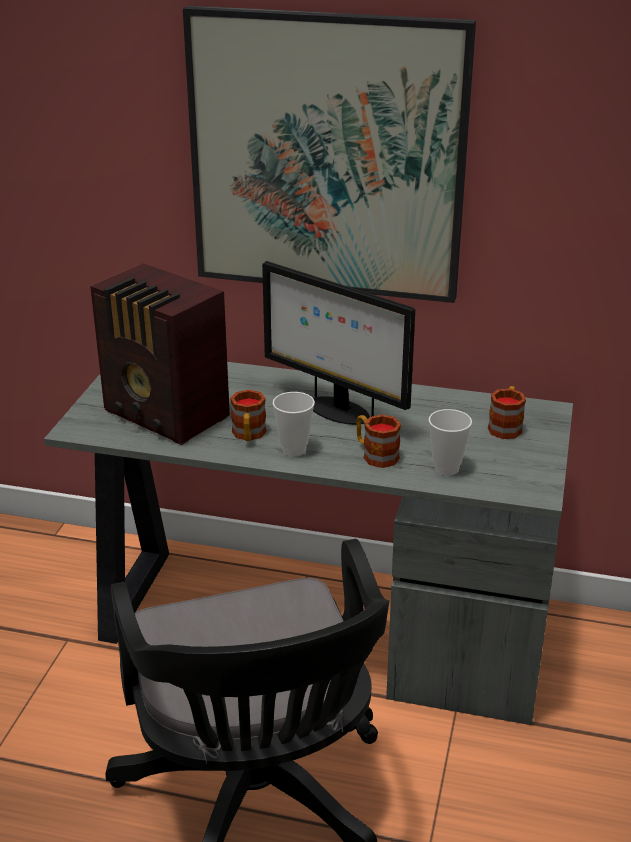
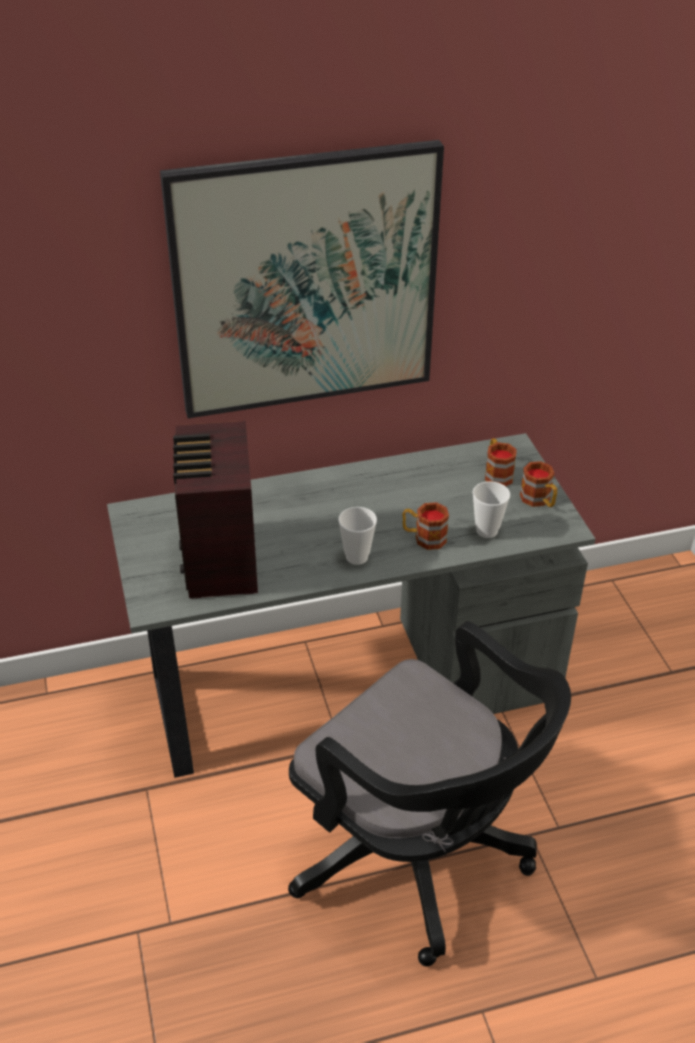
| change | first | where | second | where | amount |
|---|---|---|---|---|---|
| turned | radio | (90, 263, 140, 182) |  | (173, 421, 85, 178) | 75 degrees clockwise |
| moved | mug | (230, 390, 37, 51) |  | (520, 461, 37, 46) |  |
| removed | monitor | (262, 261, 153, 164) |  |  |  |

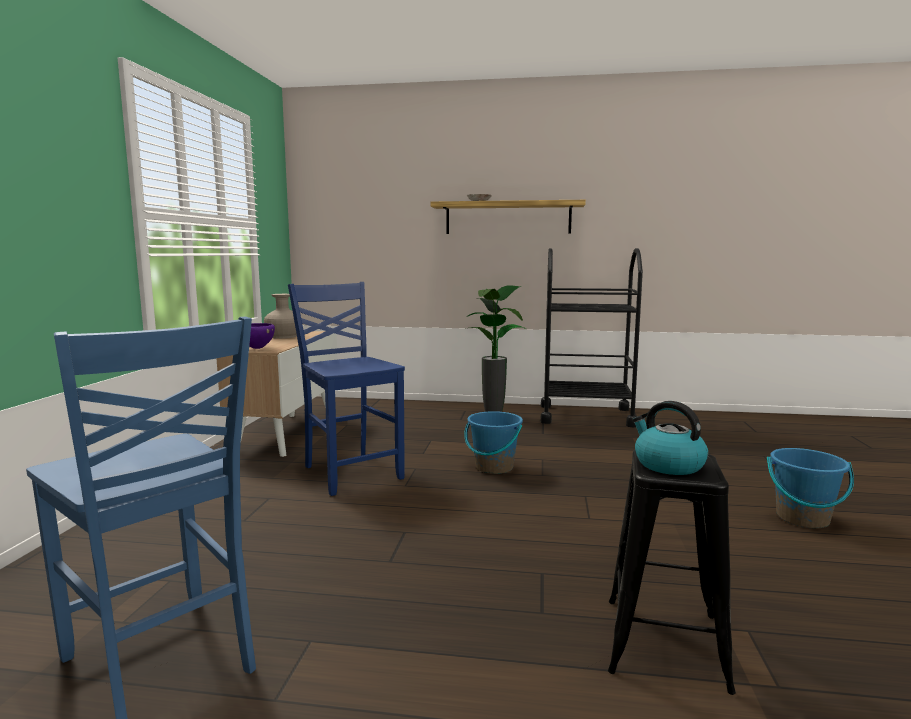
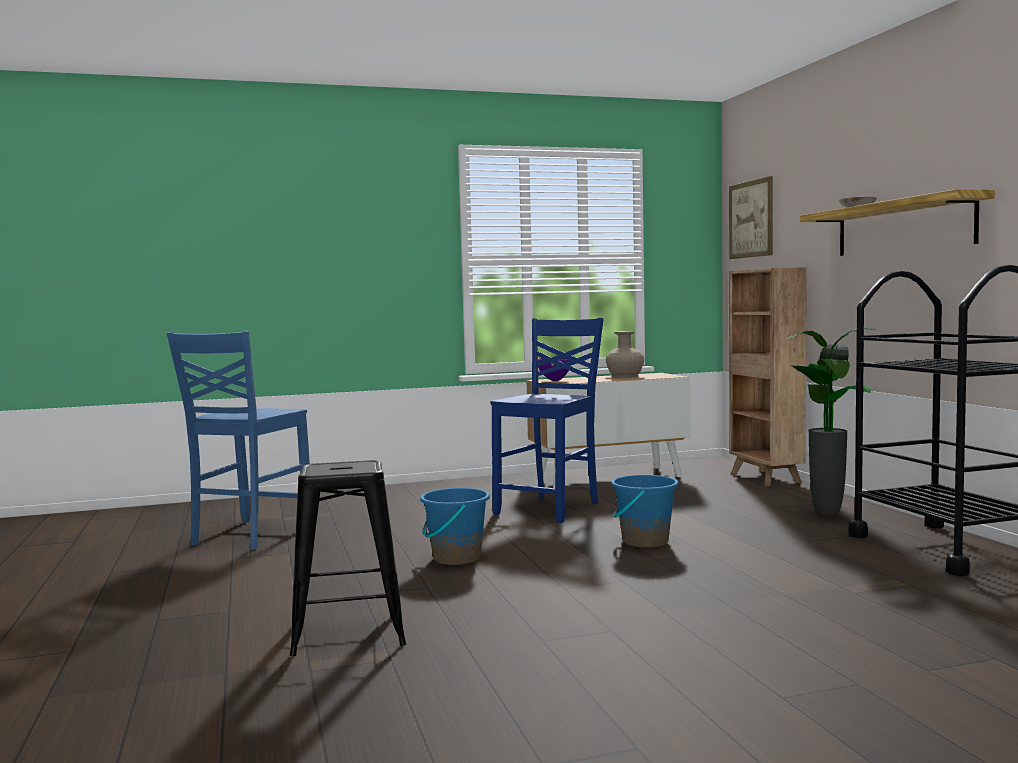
| change | first | where | second | where | amount |
|---|---|---|---|---|---|
| moved | blue bucket | (767, 448, 87, 81) |  | (420, 488, 70, 77) |  |
| added |  |  | picture | (729, 176, 44, 83) |  |
| added |  |  | brown bookcase | (729, 267, 78, 220) |  |
| removed | kettle | (632, 401, 76, 74) |  |  |  |

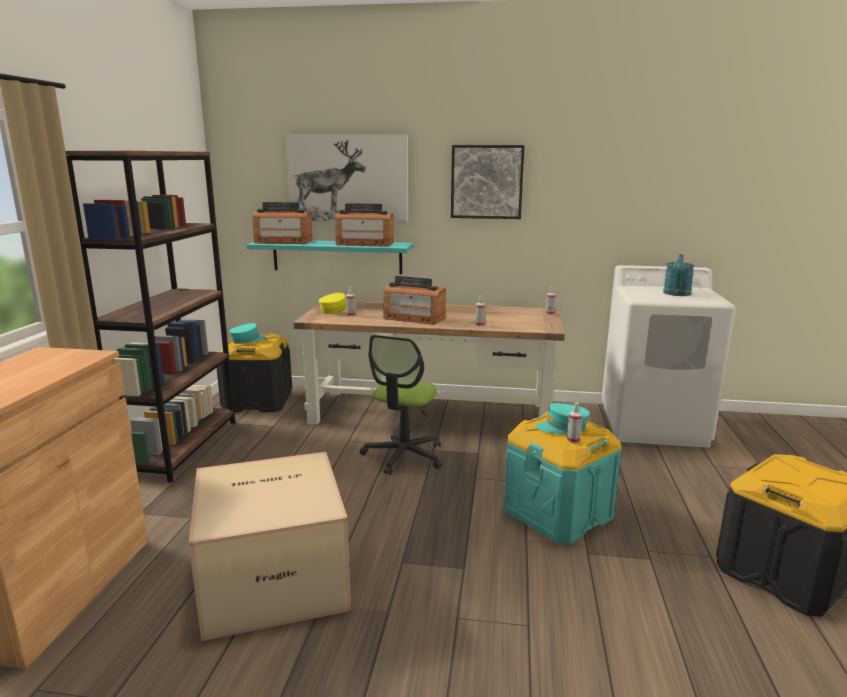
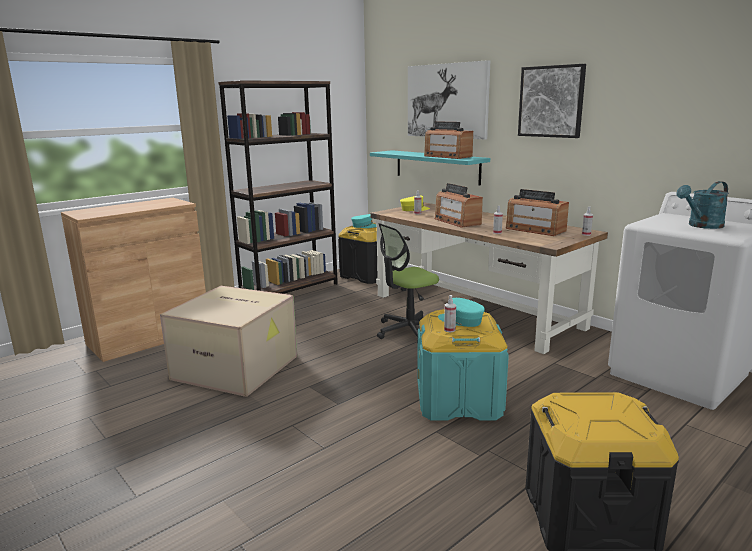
| change | first | where | second | where | amount |
|---|---|---|---|---|---|
| moved | radio | (252, 202, 60, 42) |  | (506, 189, 63, 47) |  |

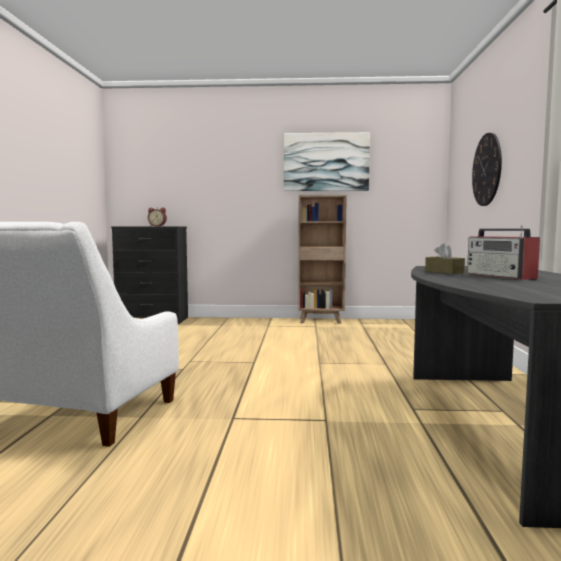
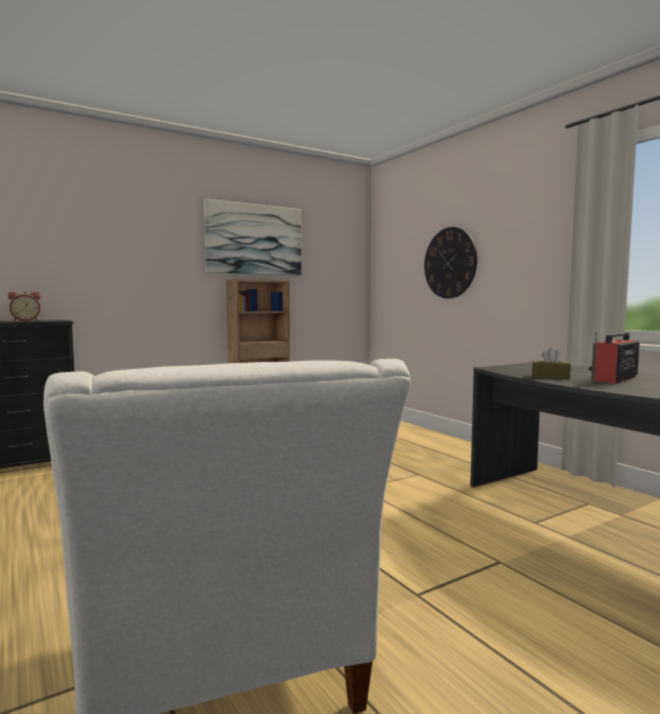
| change | first | where | second | where | amount |
|---|---|---|---|---|---|
| turned | radio | (467, 225, 73, 55) |  | (588, 332, 52, 51) | 105 degrees clockwise |

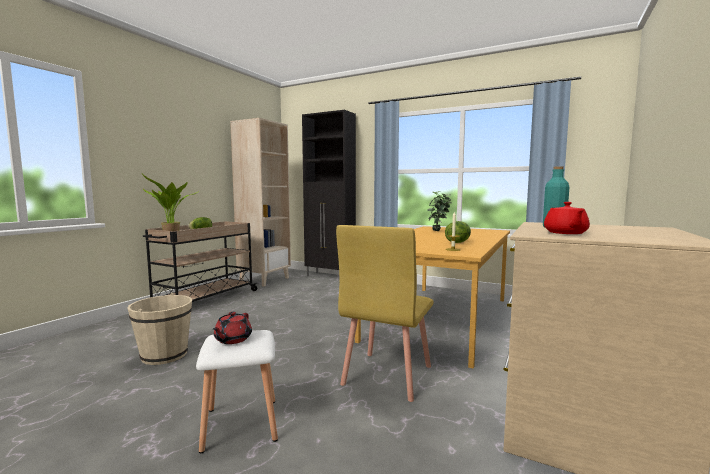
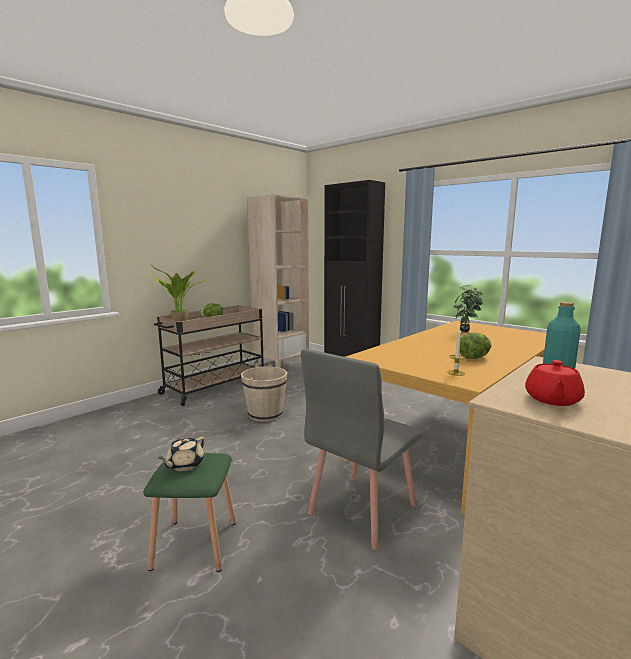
| change | first | where | second | where | amount |
|---|---|---|---|---|---|
| recoloured | white stool | (196, 330, 82, 123) | green stool | (143, 453, 93, 119) |  |
| recoloured | red teapot | (213, 312, 39, 32) | beige teapot | (158, 437, 47, 34) |  |
| moved | beige bucket | (127, 293, 65, 72) |  | (241, 365, 46, 57) |  |
| recoloured | yellow chair | (336, 225, 98, 177) | grey chair | (301, 349, 122, 201) |  |

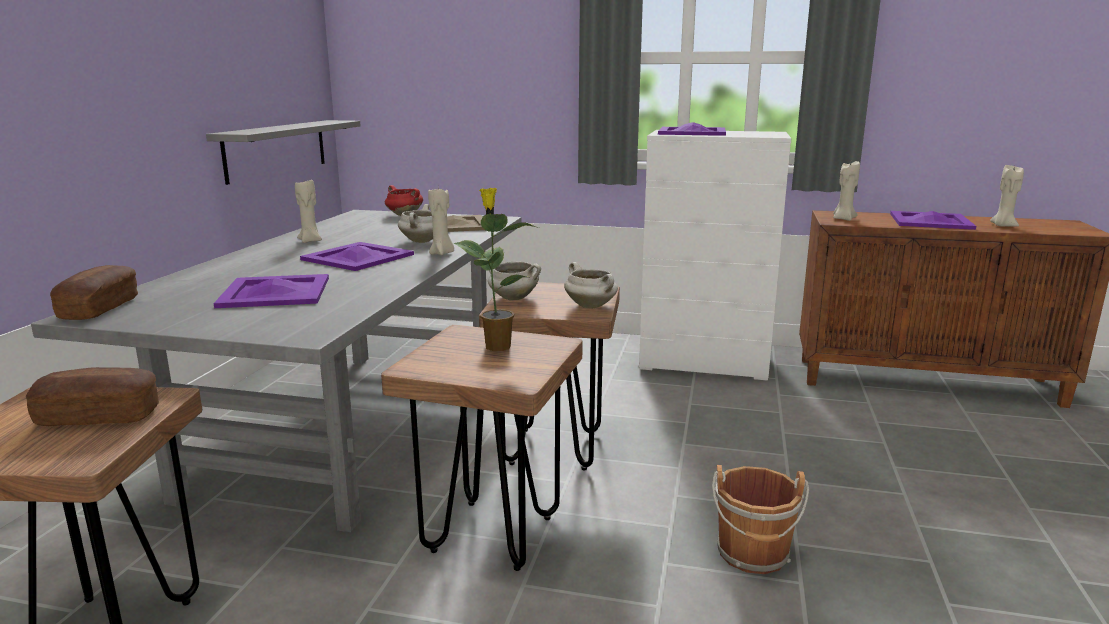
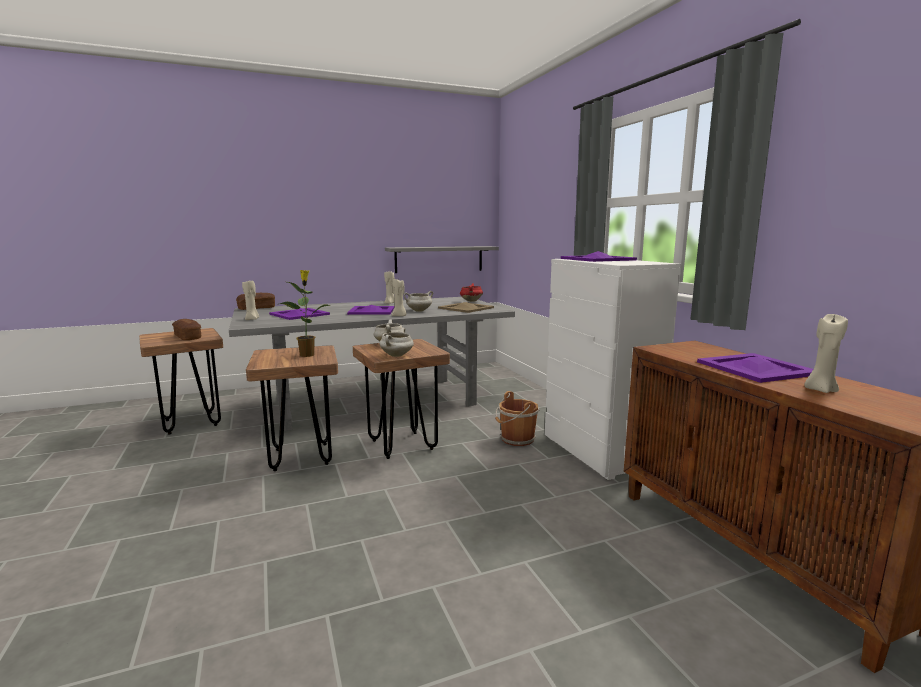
| change | first | where | second | where | amount |
|---|---|---|---|---|---|
| moved | beige candle | (833, 161, 27, 60) |  | (242, 281, 17, 39) |  |
| moved | brown bucket | (712, 465, 97, 109) |  | (495, 391, 45, 55) |  |

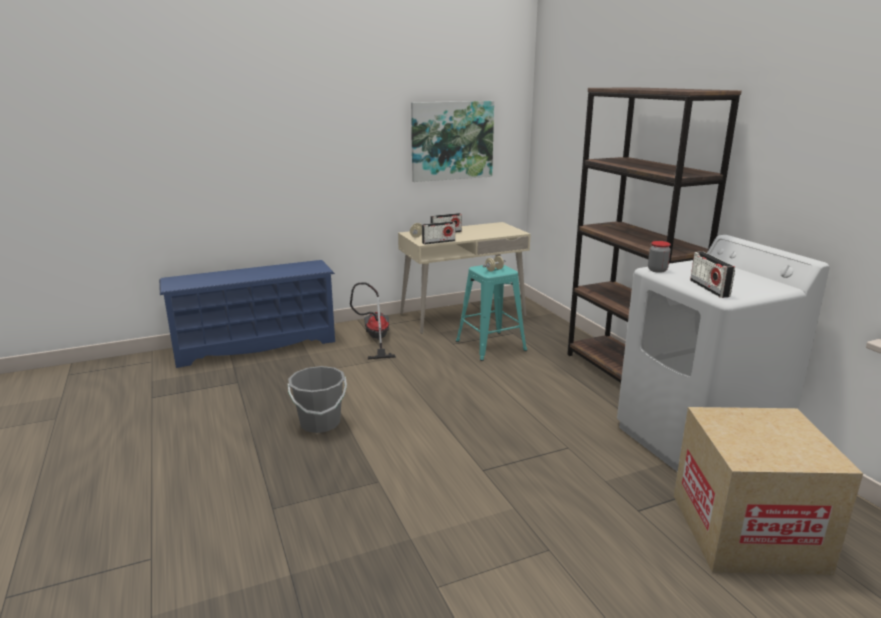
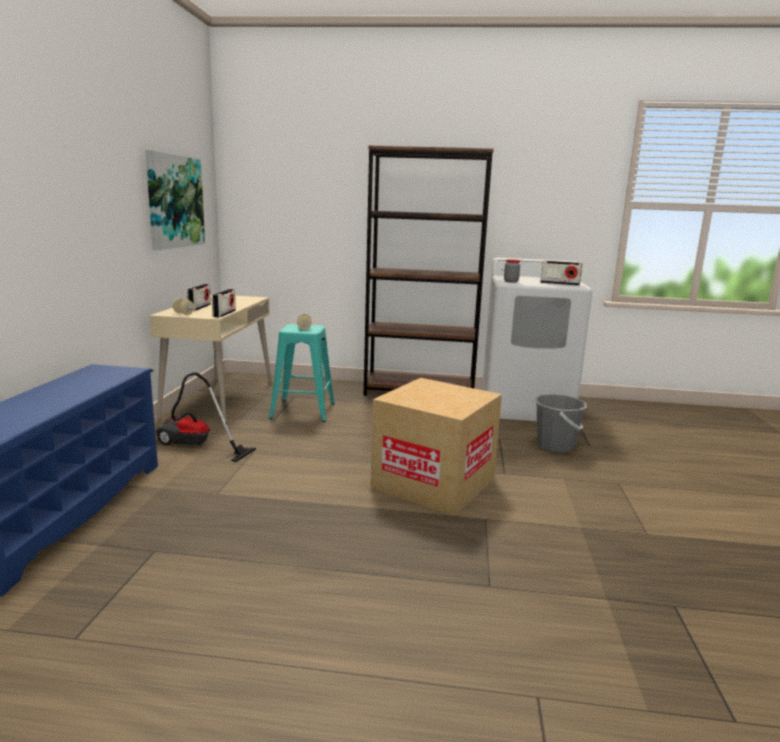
| change | first | where | second | where | amount |
|---|---|---|---|---|---|
| moved | cardboard box | (674, 407, 189, 168) |  | (370, 378, 132, 138) |  |
| moved | grey bucket | (288, 366, 59, 67) |  | (535, 394, 52, 59) |  |

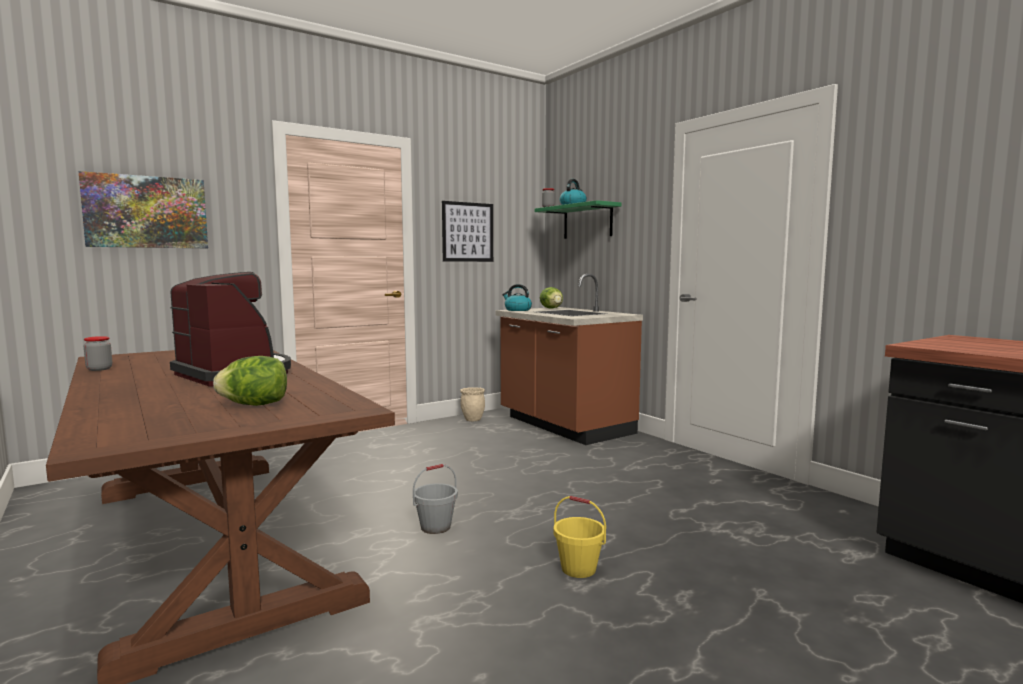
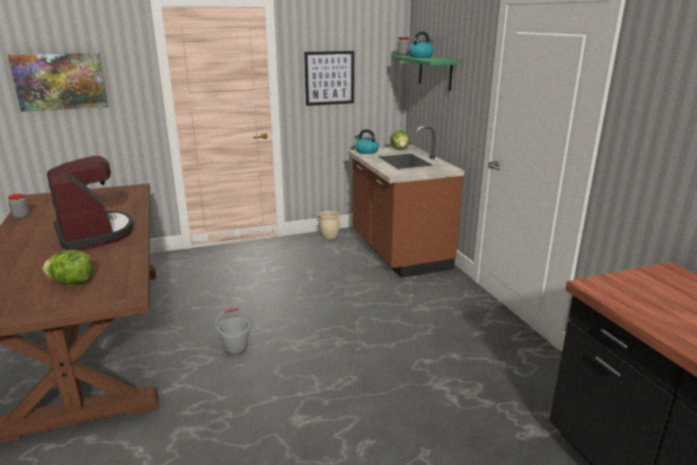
| change | first | where | second | where | amount |
|---|---|---|---|---|---|
| removed | yellow bucket | (553, 496, 53, 82) |  |  |  |

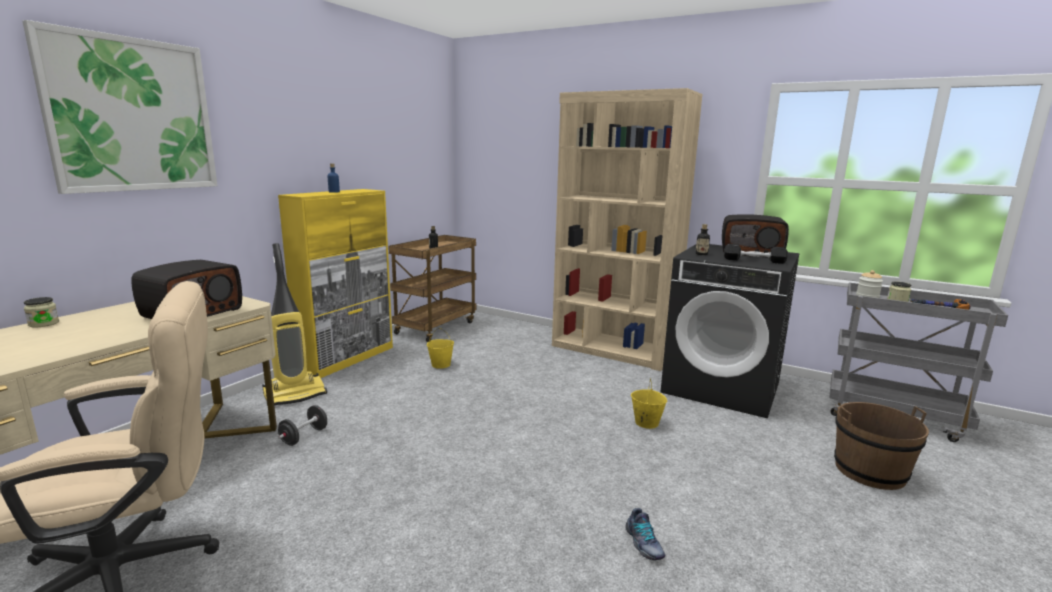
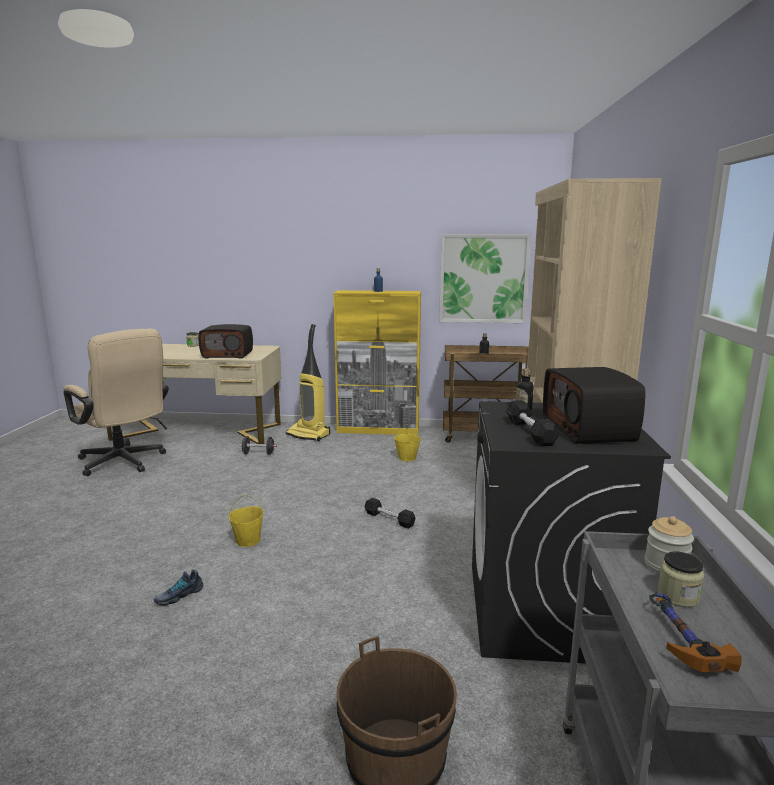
| change | first | where | second | where | amount |
|---|---|---|---|---|---|
| moved | yellow bucket | (631, 378, 36, 51) |  | (229, 495, 35, 52) |  |
| added |  |  | black dumbbell | (364, 498, 51, 31) |  |
| moved | picture | (22, 20, 195, 174) |  | (439, 234, 92, 89) |  |

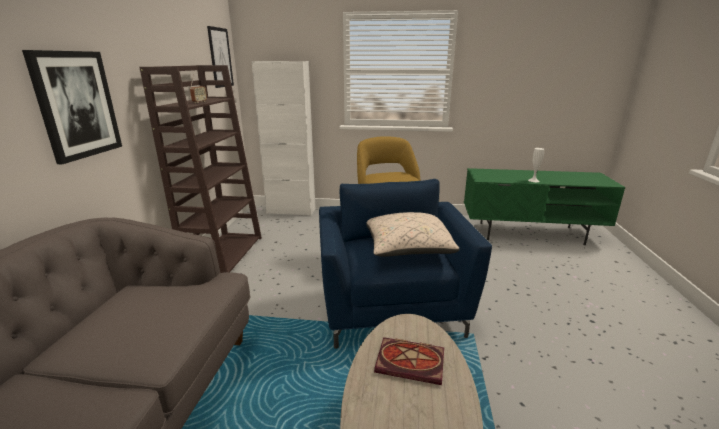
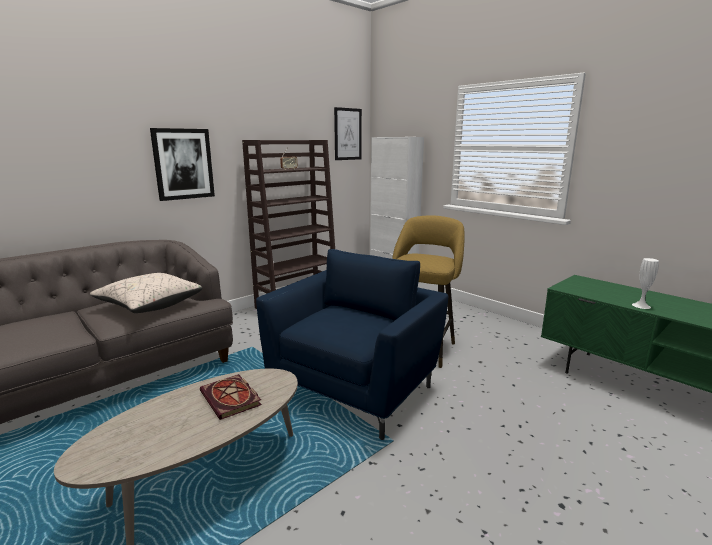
| change | first | where | second | where | amount |
|---|---|---|---|---|---|
| moved | beige pillow | (366, 212, 94, 45) |  | (90, 273, 113, 40) |  |

